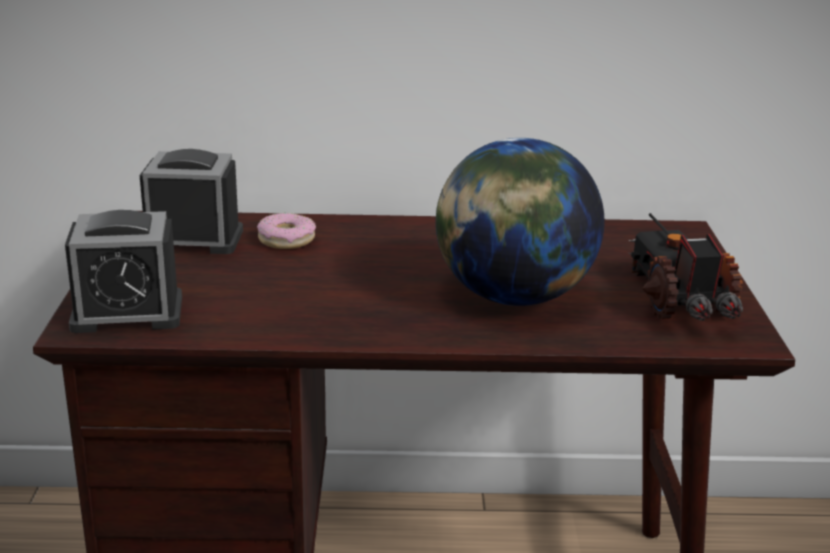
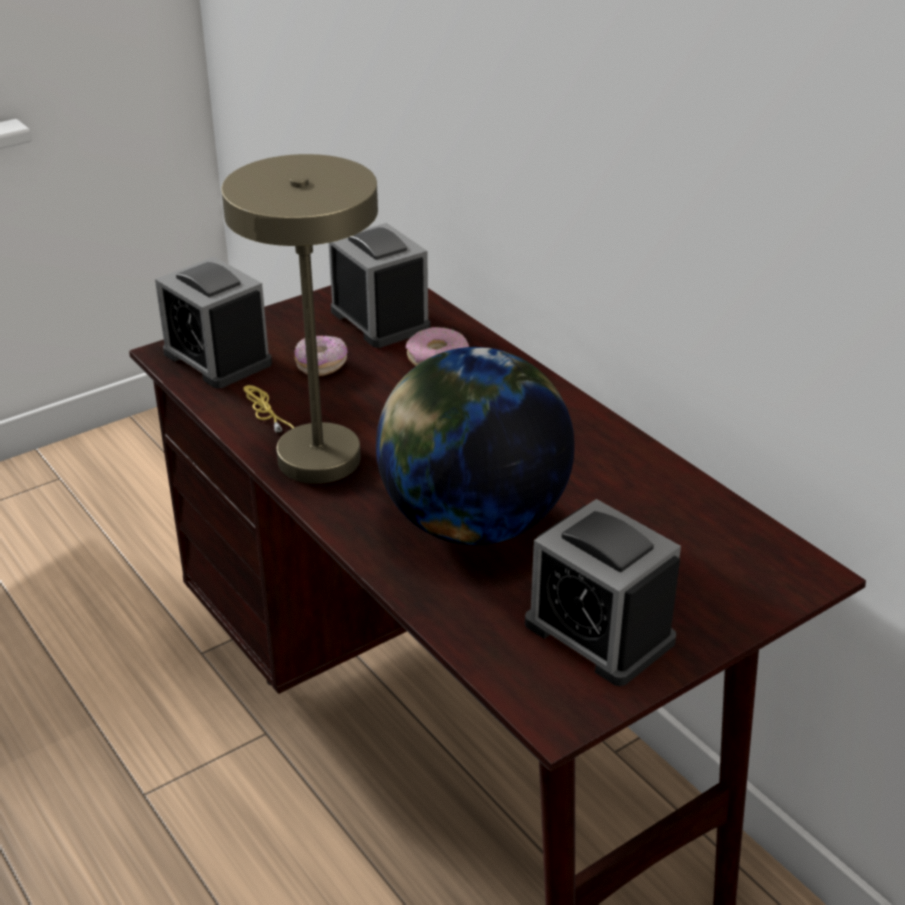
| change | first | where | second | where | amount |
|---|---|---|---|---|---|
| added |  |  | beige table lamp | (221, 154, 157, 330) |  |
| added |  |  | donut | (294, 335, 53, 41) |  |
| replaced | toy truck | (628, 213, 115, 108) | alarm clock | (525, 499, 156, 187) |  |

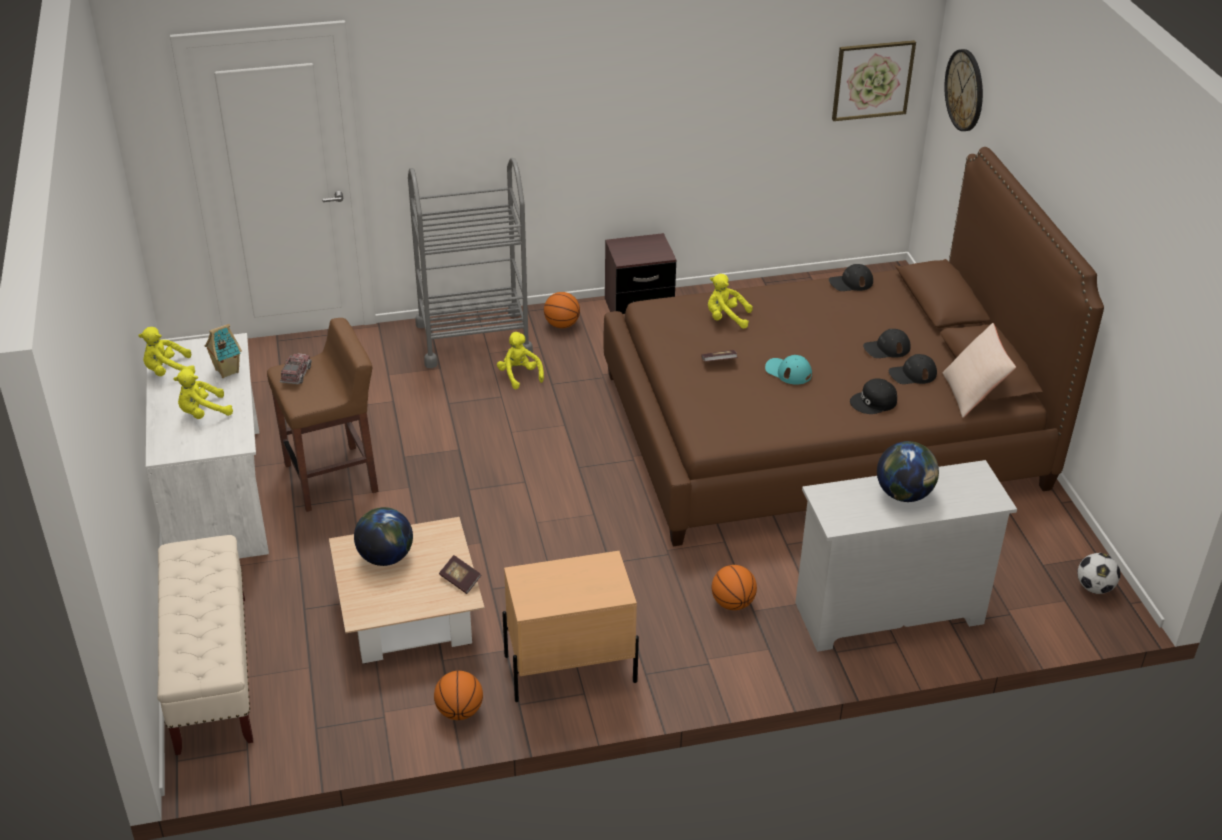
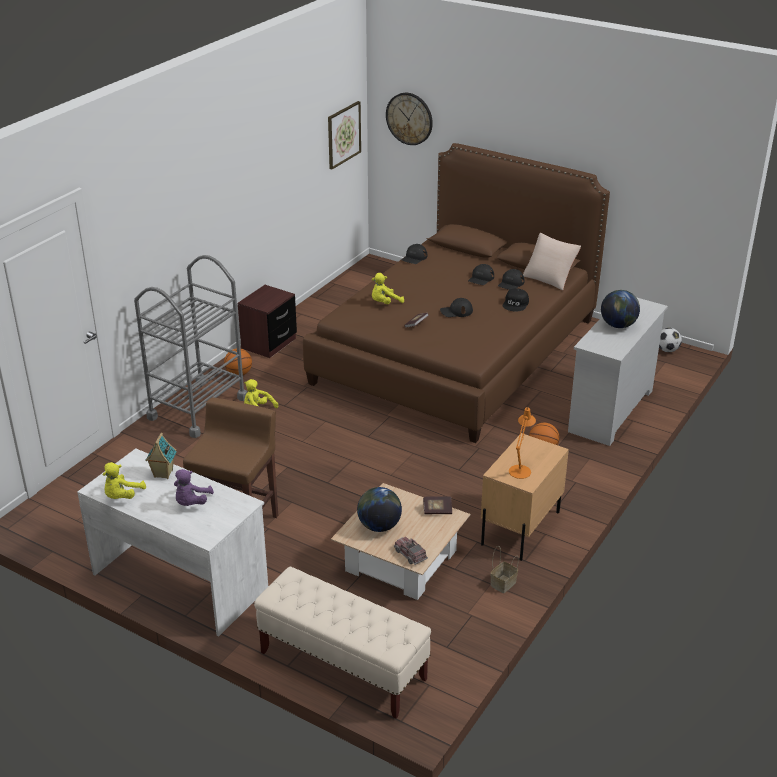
| change | first | where | second | where | amount |
|---|---|---|---|---|---|
| recoloured | yellow plush toy | (173, 369, 60, 50) | purple plush toy | (174, 469, 40, 37) |  |
| moved | toy truck | (280, 353, 32, 31) |  | (394, 537, 34, 28) |  |
| recoloured | turquoise cap | (765, 355, 47, 30) | black cap | (440, 298, 33, 19) |  |
| replaced | basketball | (434, 671, 49, 49) | basket | (490, 546, 29, 47) |  |
| added |  |  | orange table lamp | (509, 407, 27, 72) |  |

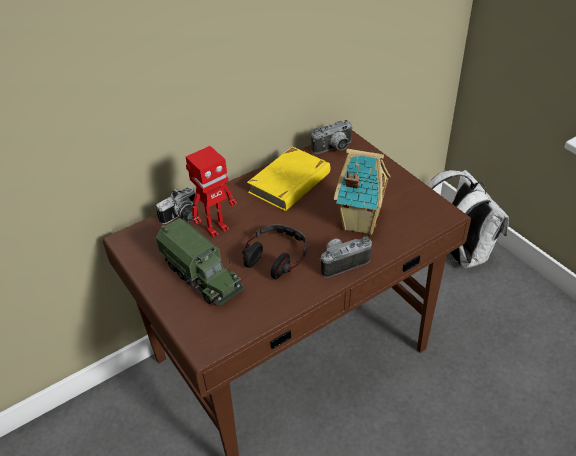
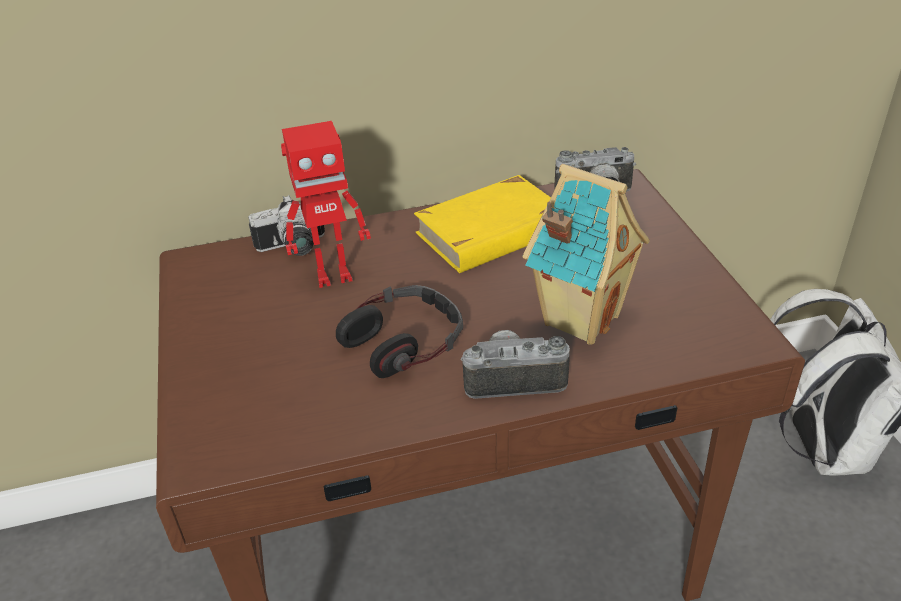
| change | first | where | second | where | amount |
|---|---|---|---|---|---|
| removed | toy truck | (156, 218, 88, 88) |  |  |  |

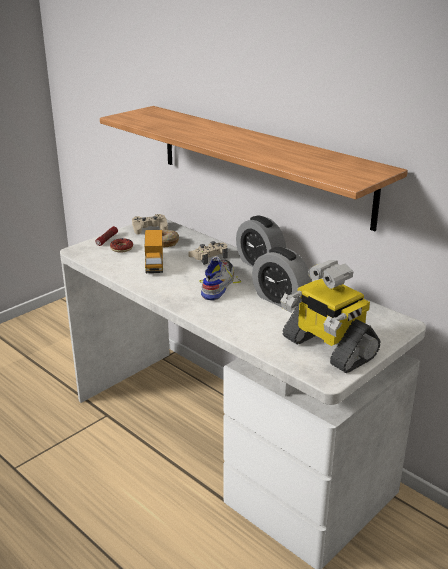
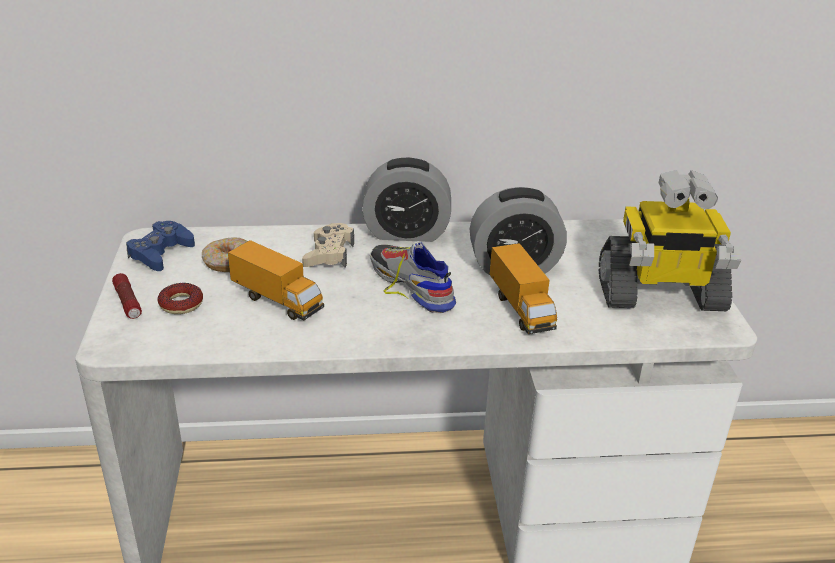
| change | first | where | second | where | amount |
|---|---|---|---|---|---|
| recoloured | beige game controller | (132, 214, 36, 21) | blue game controller | (126, 221, 69, 50) |  |
| added |  |  | toy truck | (489, 243, 68, 91) |  |
| removed | shelf | (100, 106, 308, 125) |  |  |  |

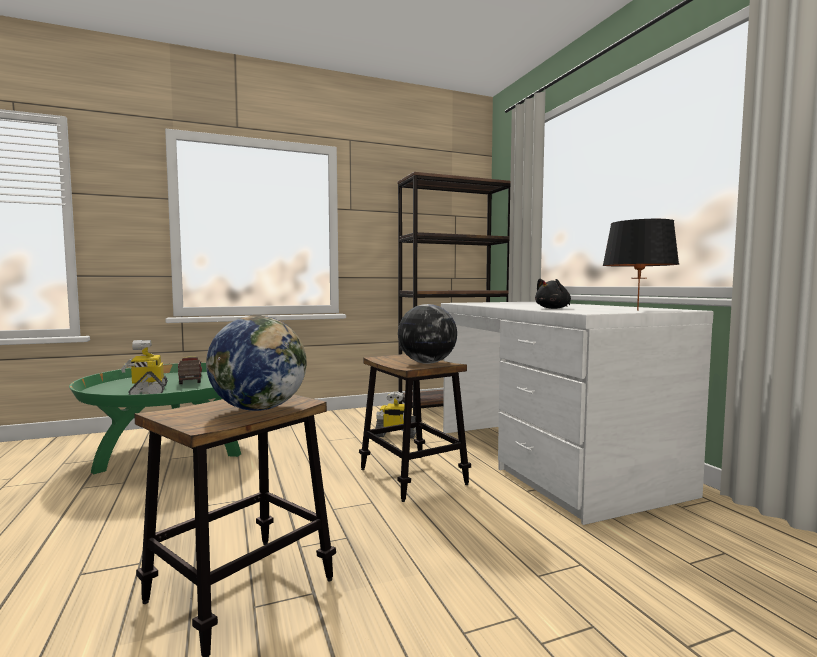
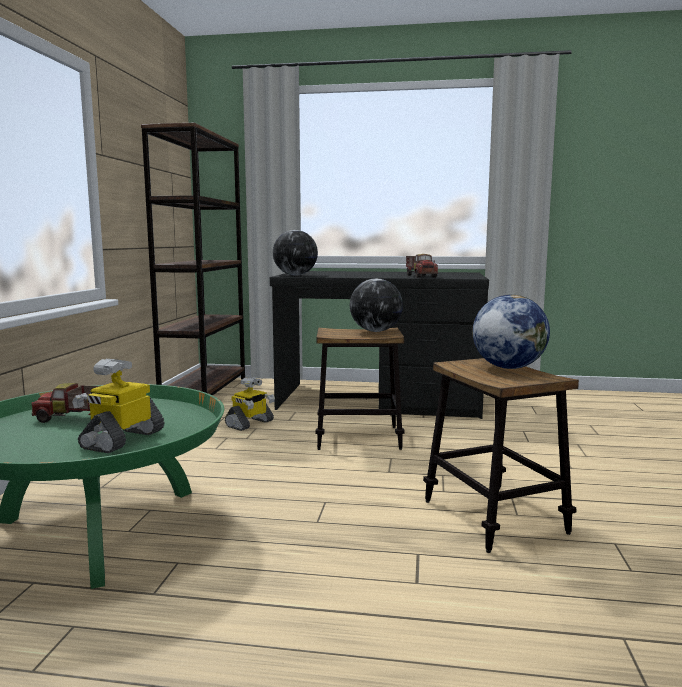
| change | first | where | second | where | amount |
|---|---|---|---|---|---|
| turned | toy robot | (121, 340, 47, 55) |  | (72, 359, 93, 94) | 105 degrees clockwise |
| recoloured | white desk | (441, 302, 272, 223) | black desk | (270, 271, 219, 148) |  |
| added |  |  | globe | (273, 230, 45, 45) |  |
| replaced | black plush toy | (535, 279, 36, 30) | toy truck | (406, 254, 32, 24) |  |
| removed | black table lamp | (603, 219, 76, 92) |  |  |  |

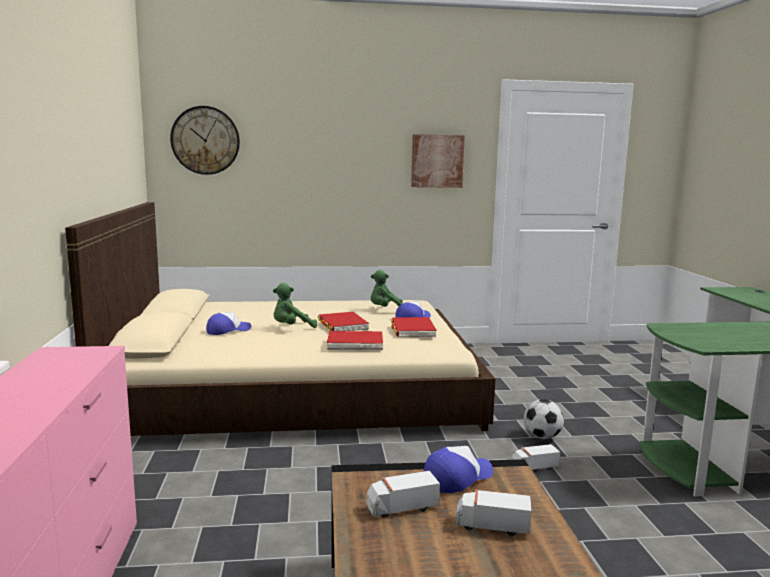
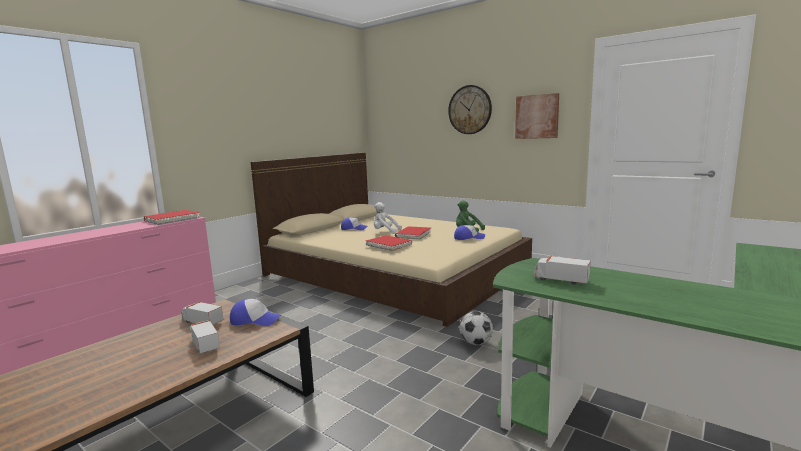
| change | first | where | second | where | amount |
|---|---|---|---|---|---|
| moved | red book | (391, 317, 46, 20) |  | (144, 210, 56, 15) |  |
| recoloured | green plush toy | (273, 283, 45, 45) | white plush toy | (374, 202, 28, 32) |  |
| moved | wall clock | (170, 106, 70, 69) |  | (448, 85, 44, 49) |  |
| moved | toy truck | (511, 444, 49, 26) |  | (534, 255, 57, 30) |  |

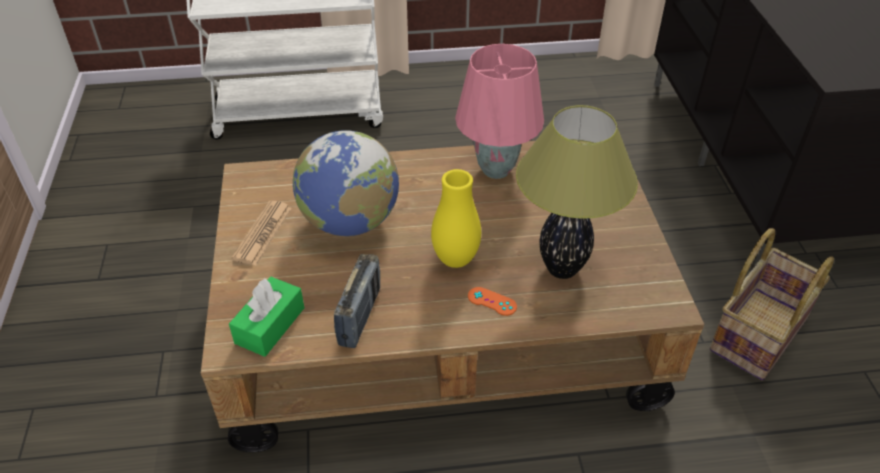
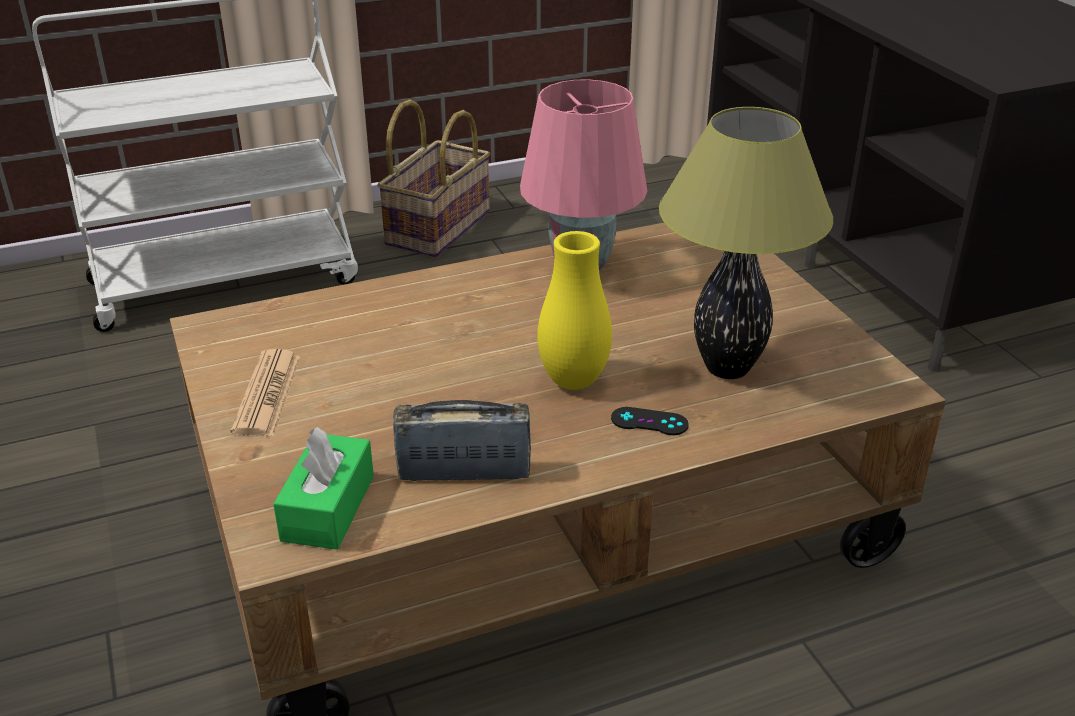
| change | first | where | second | where | amount |
|---|---|---|---|---|---|
| moved | basket | (710, 228, 124, 152) |  | (377, 99, 113, 158) |  |
| turned | radio | (334, 254, 46, 94) |  | (393, 400, 138, 81) | 90 degrees counterclockwise |
| recoloured | orange game controller | (468, 287, 49, 29) | black game controller | (611, 407, 78, 28) |  |
| removed | globe | (293, 130, 106, 106) |  |  |  |

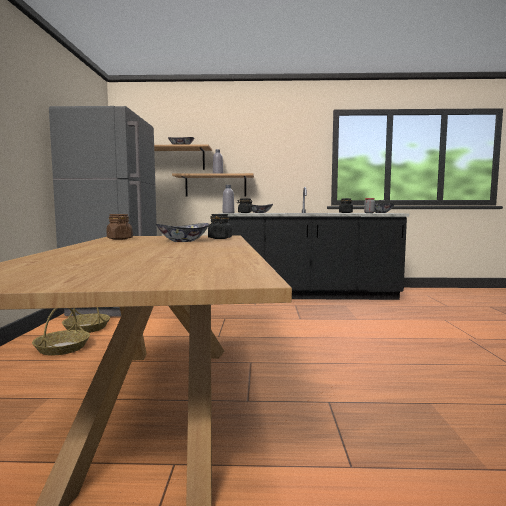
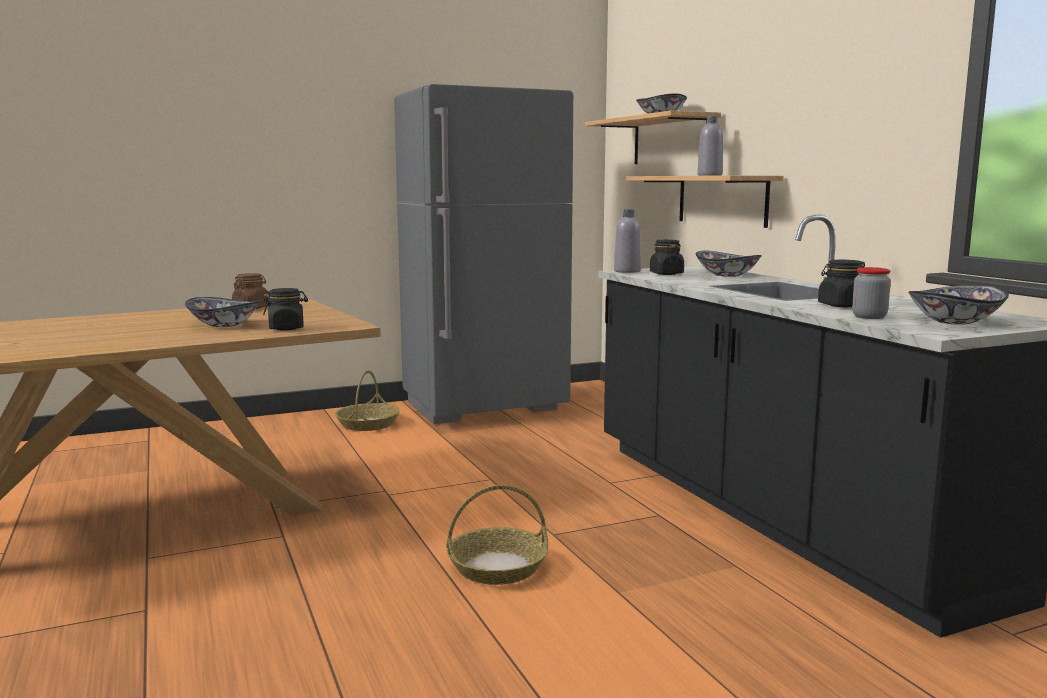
| change | first | where | second | where | amount |
|---|---|---|---|---|---|
| moved | basket | (32, 308, 58, 48) |  | (446, 485, 102, 100) |  |

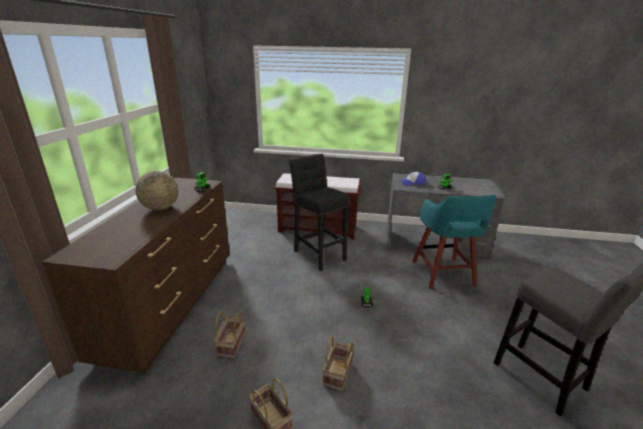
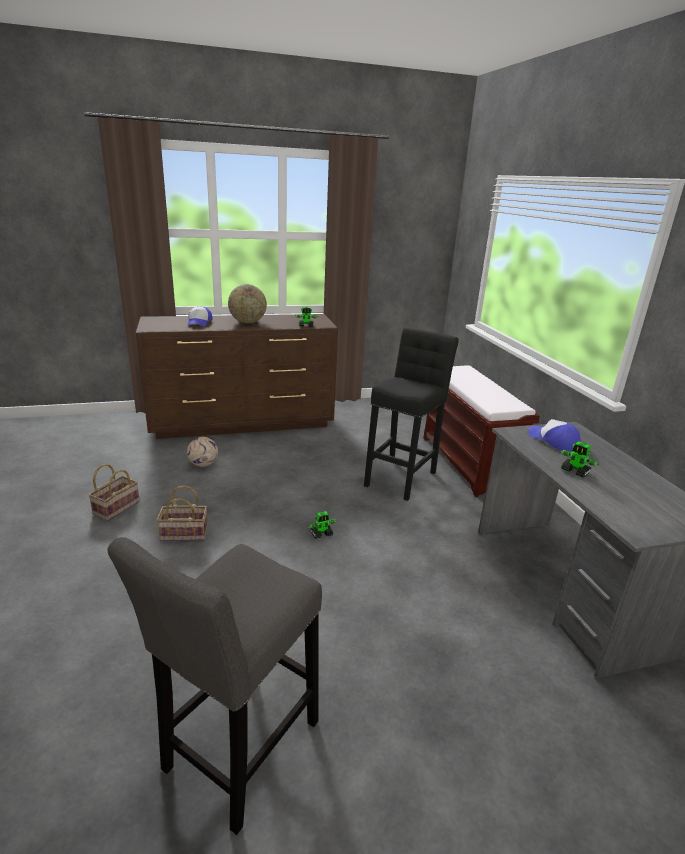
| change | first | where | second | where | amount |
|---|---|---|---|---|---|
| added |  |  | cap | (187, 306, 26, 20) |  |
| replaced | basket | (214, 311, 31, 47) | football | (187, 437, 31, 30) |  |
| removed | turquoise stool | (412, 194, 84, 95) |  |  |  |

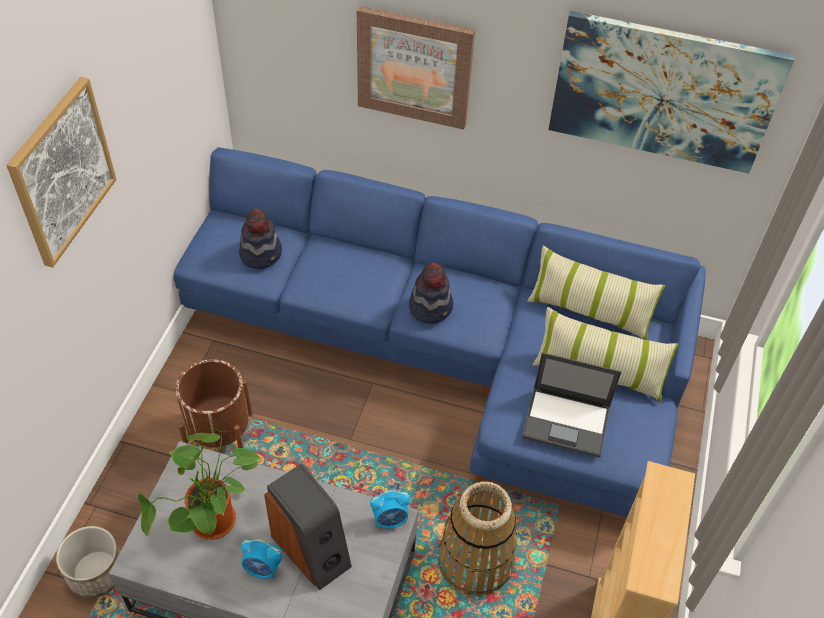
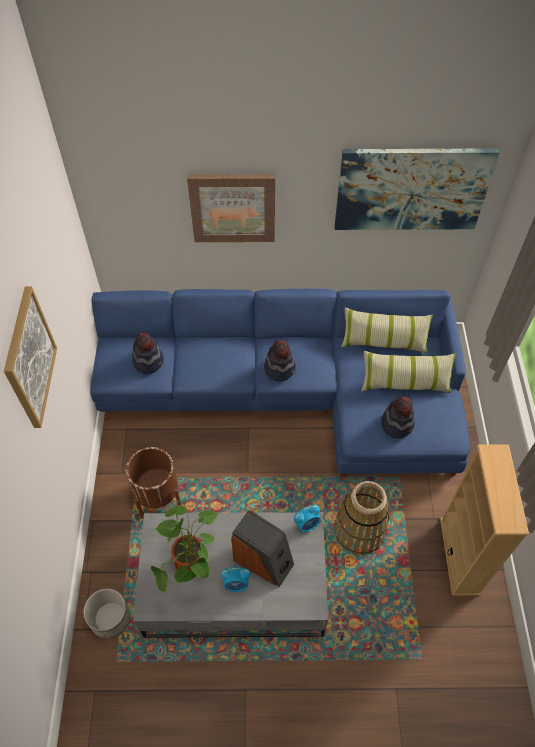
| change | first | where | second | where | amount |
|---|---|---|---|---|---|
| replaced | laptop | (522, 352, 99, 105) | hat | (381, 396, 34, 42) |  |

